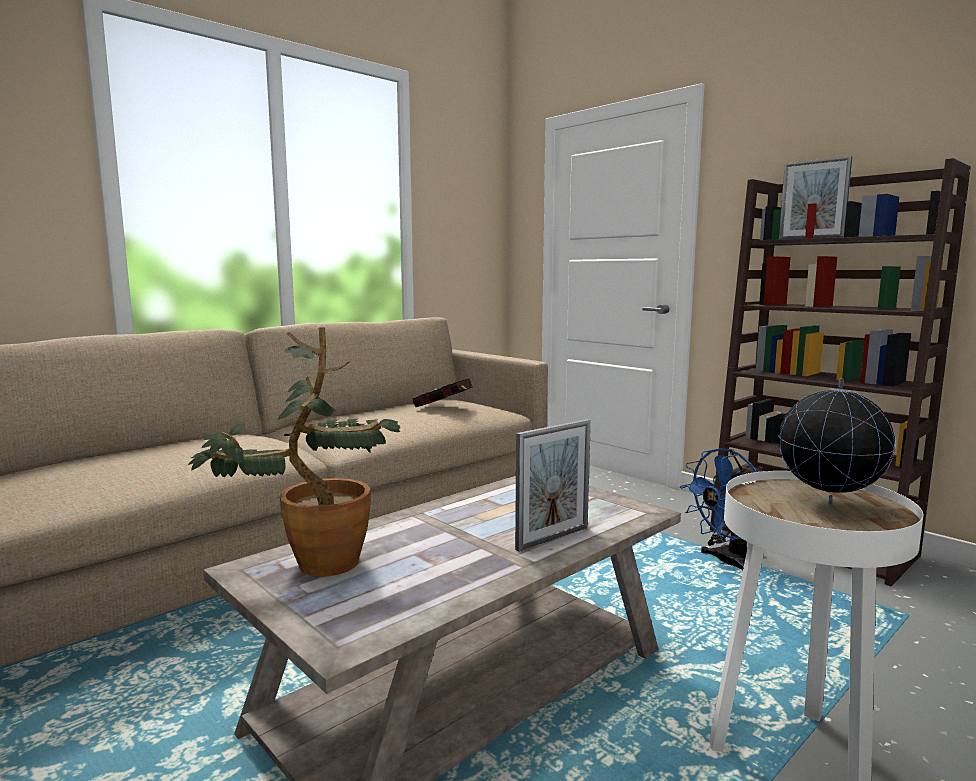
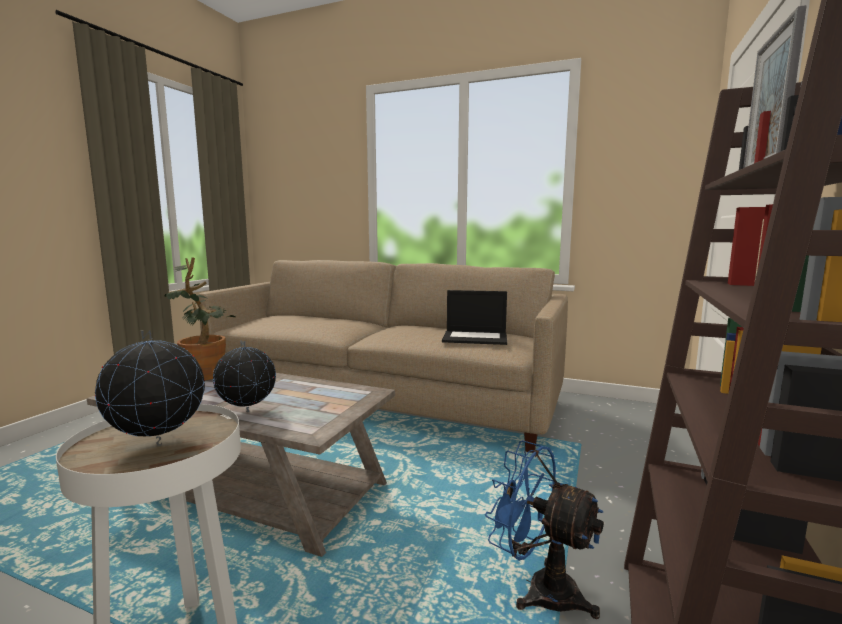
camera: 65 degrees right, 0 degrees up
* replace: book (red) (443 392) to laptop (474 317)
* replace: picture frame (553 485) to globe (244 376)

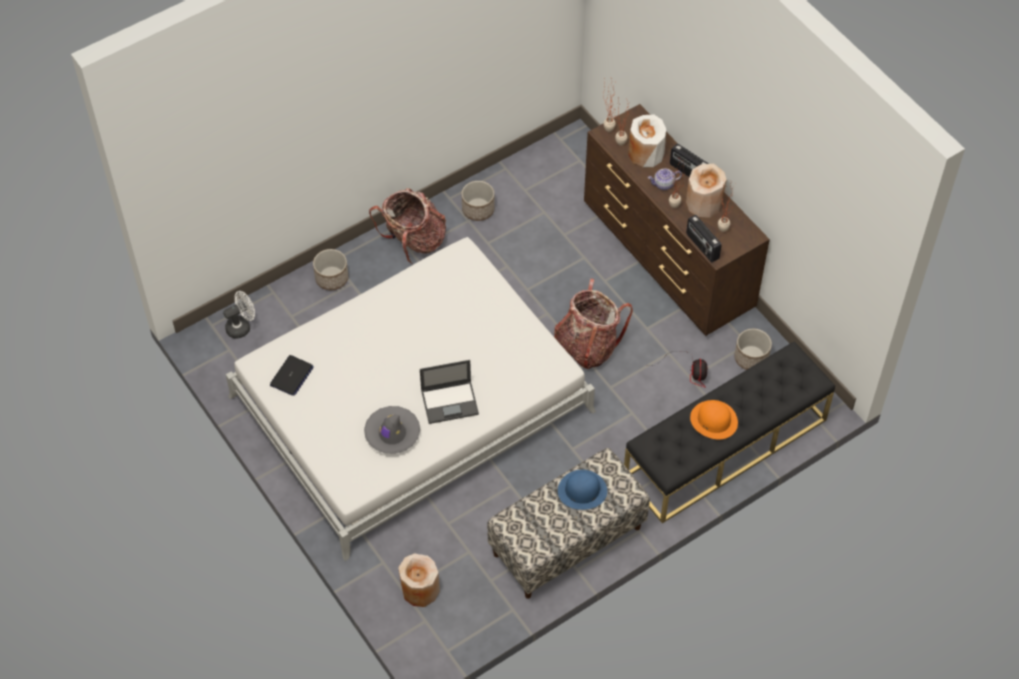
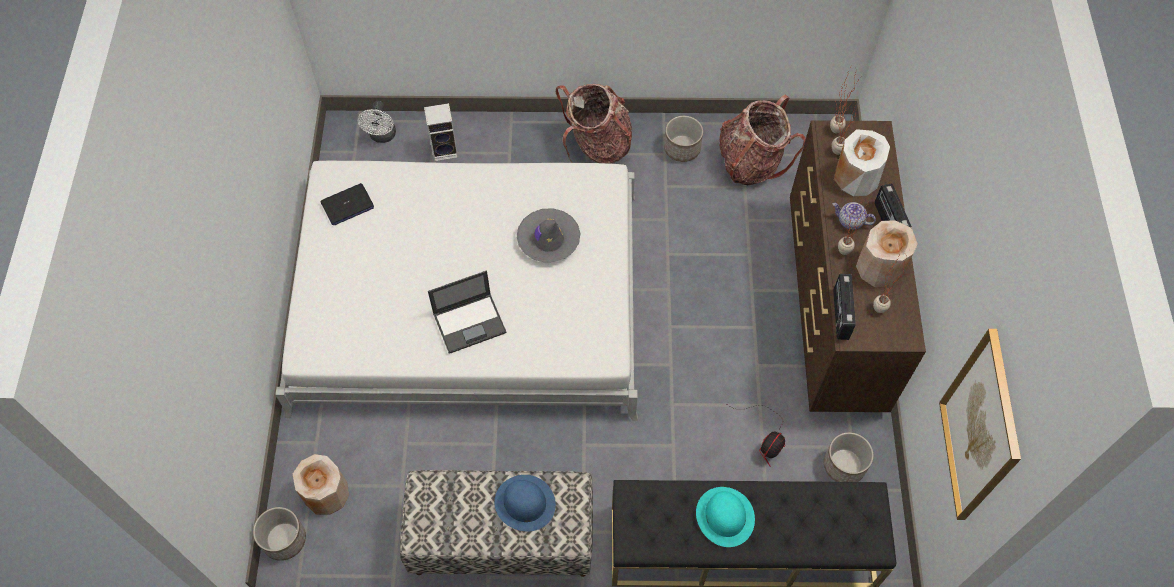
camera: 35 degrees right, 5 degrees up
* insert: speaker (441 132)
* insert: picture (980 424)
* move: planter (330 269) to (279 534)
* move: hat (grey) (392 430) to (548 235)
* move: backpack (593 323) to (762 140)
* recolor: hat (orange) (714 419) to hat (turquoise) (725 517)
* rotate: fan (white) (239 315) = (377 122) 90 degrees clockwise
* rotate: laptop (449 392) = (467 312) 45 degrees counterclockwise

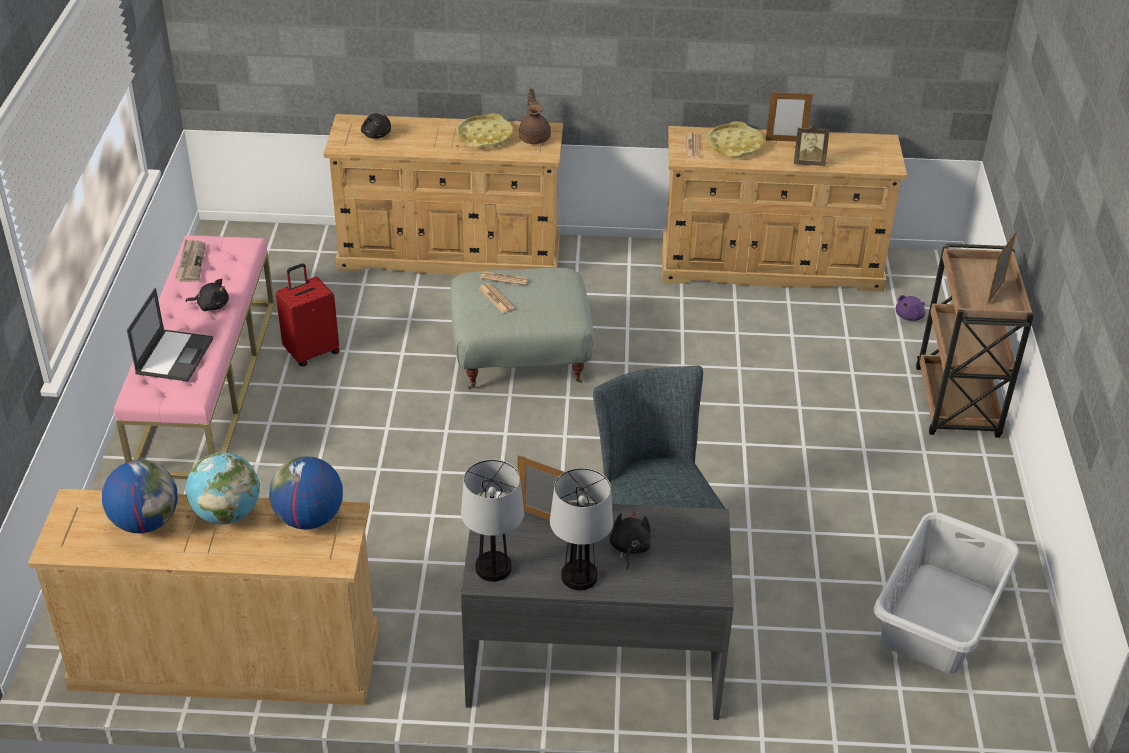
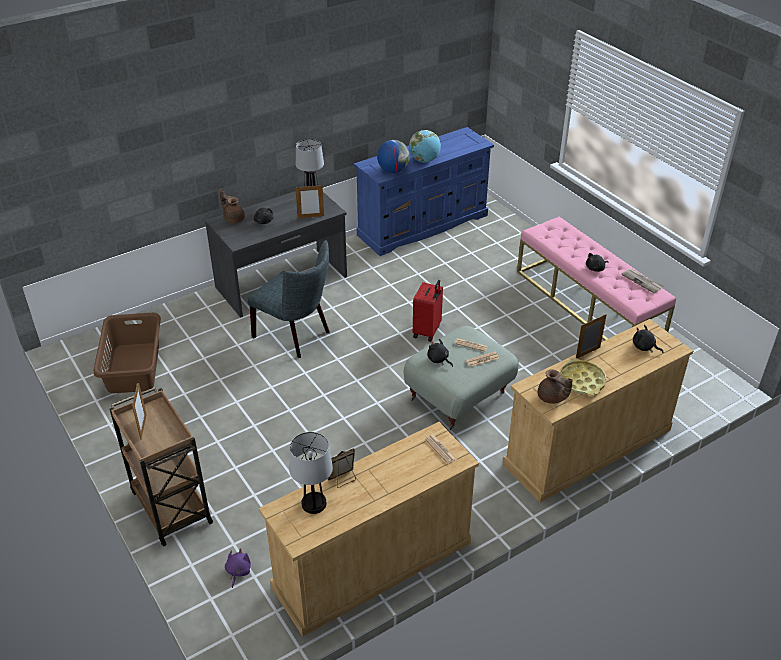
camera: 145 degrees right, 0 degrees up
* delete: globe (140 496)
* delete: laptop (170 335)
* delete: tray (yellow) (735 139)
* insert: teapot (brown) (232 206)
* insert: plush toy (black) (440 353)
* move: suitcase (red) (308 314) to (428 311)
* move: table lamp (581 529) to (311 473)
* move: picture frame (789 116) to (591 336)
* recolor: dresser (beige) (203 597) to dresser (blue) (424 191)
* recolor: laundry basket (grey) (946 592) to laundry basket (brown) (127 353)

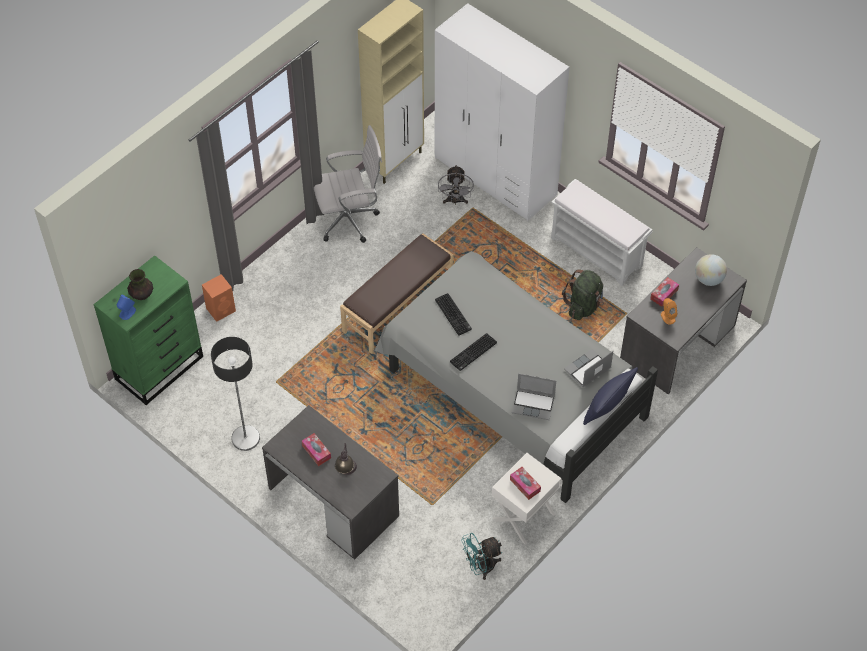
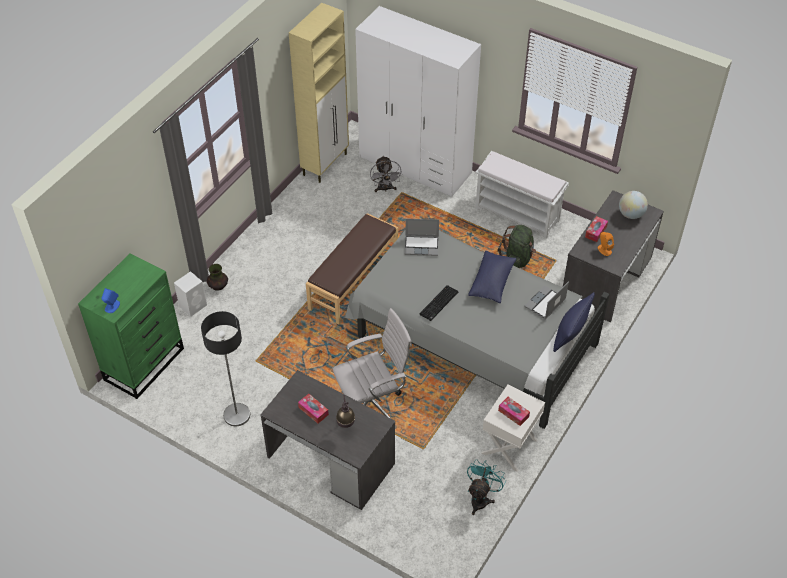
camera: 10 degrees left, 5 degrees down
* delete: keyboard (453 314)
* insert: pillow (blue) (492 277)
* move: vase (140 284) to (217 277)
* move: office chair (white) (348 184) to (372 363)
* move: laptop (534 396) to (422 237)
* recolor: speaker (orange) (219 298) to speaker (white) (190 294)
* rotate: fan (turquoise) (482 556) = (486 487) 150 degrees clockwise

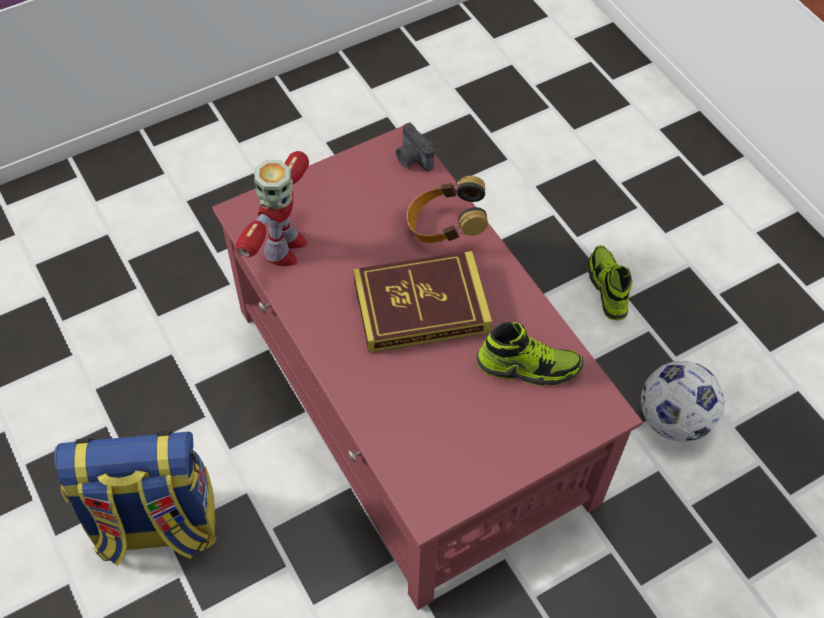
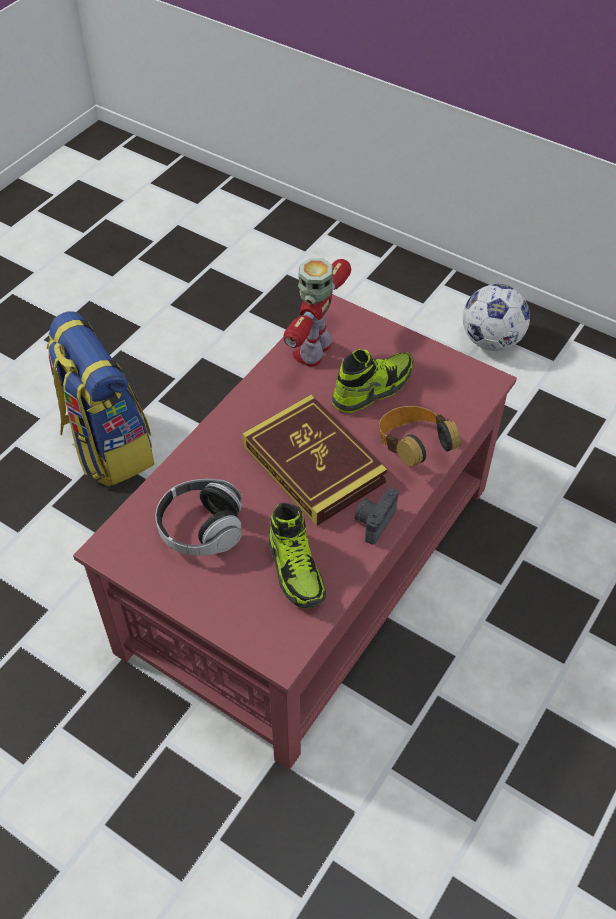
camera: 65 degrees right, 5 degrees down
* insert: headphones (199 517)
* move: photo camera (415 147) to (376 516)
* move: shoe (610 283) to (373 381)
* move: football (682 401) to (496 317)
* rotate: toy robot (272 208) = (317 312) 120 degrees clockwise

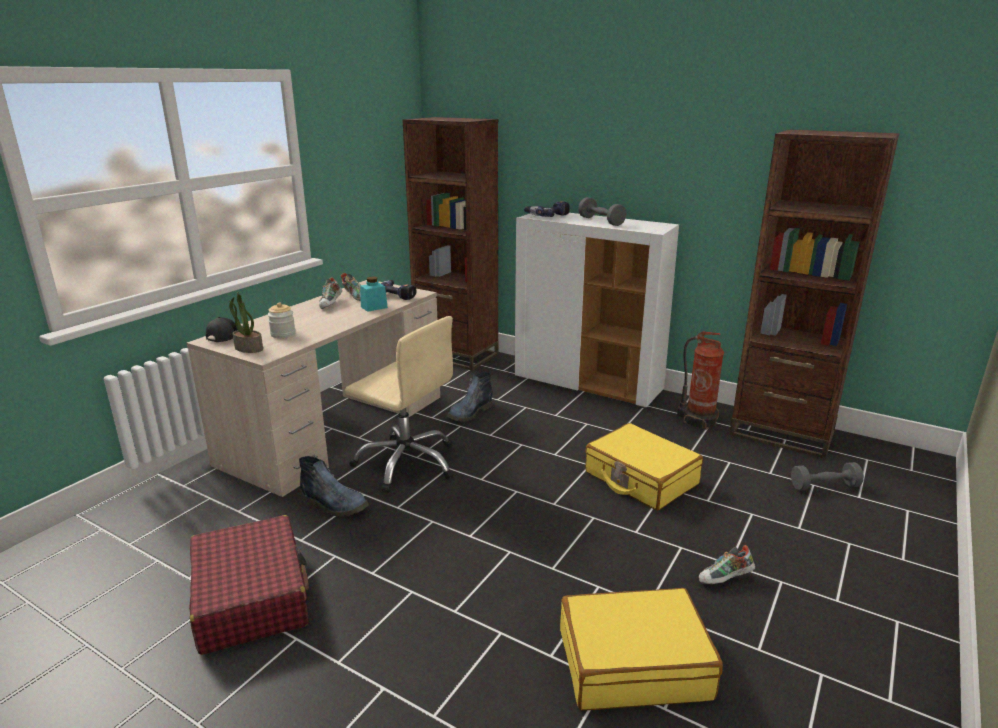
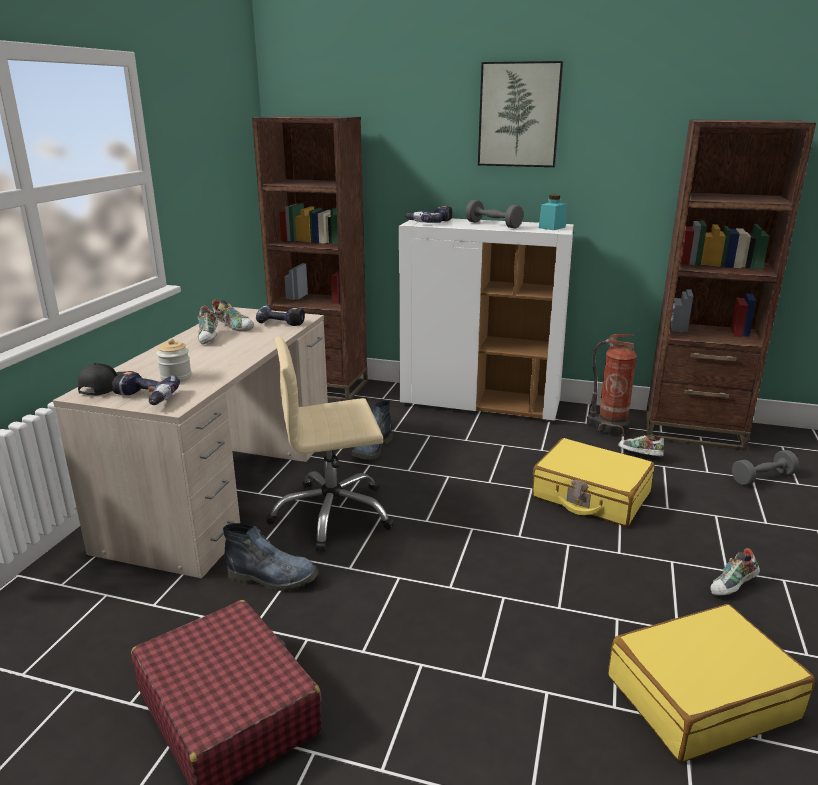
camera: 15 degrees left, 0 degrees up
* insert: picture (520 114)
* insert: shoe (641 445)
* move: jar (turquoise) (374 294) to (553 212)
* replace: potted plant (246 322) to power drill (146 388)
* rotate: office chair (beige) (399 404) = (330 444) 150 degrees clockwise

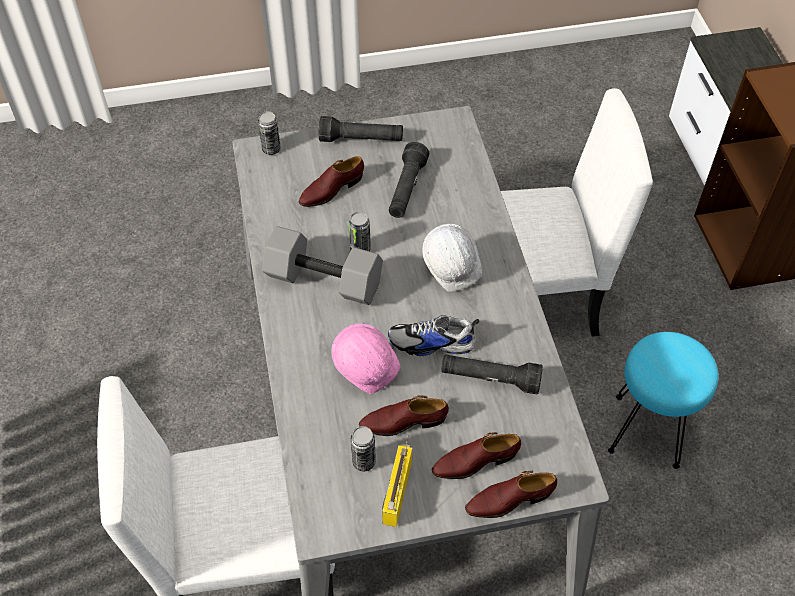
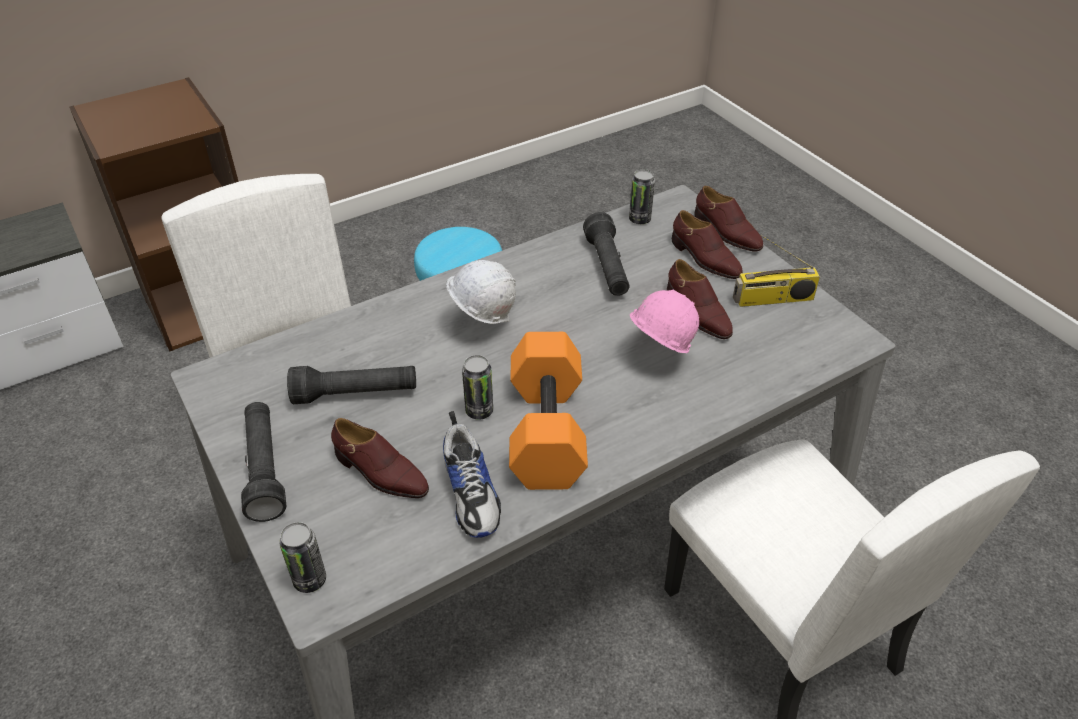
camera: 110 degrees left, 10 degrees down
* move: can (363 448) to (642 196)
* move: shoe (433 335) to (472 474)
* recolor: dumbbell (grey) (322 265) to dumbbell (orange) (548 411)

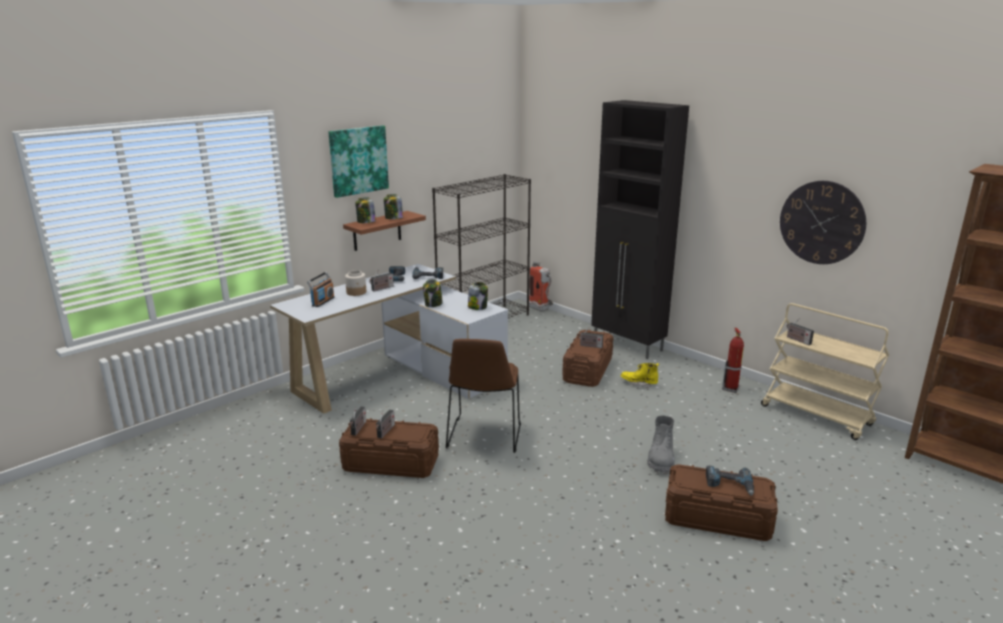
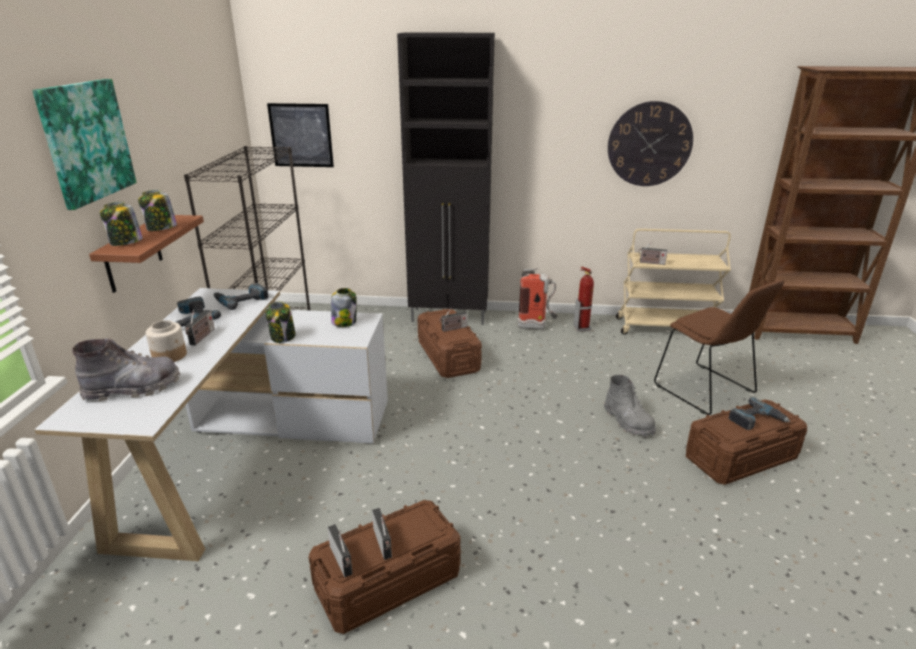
camera: 40 degrees left, 5 degrees up
* delete: boot (yellow) (640 375)
* insert: picture (300 135)
* move: chair (brown) (483 396) to (719 347)
* move: fire extinguisher (541 286) to (538 299)
* replace: radio (321 289) to boot (grey) (126 370)

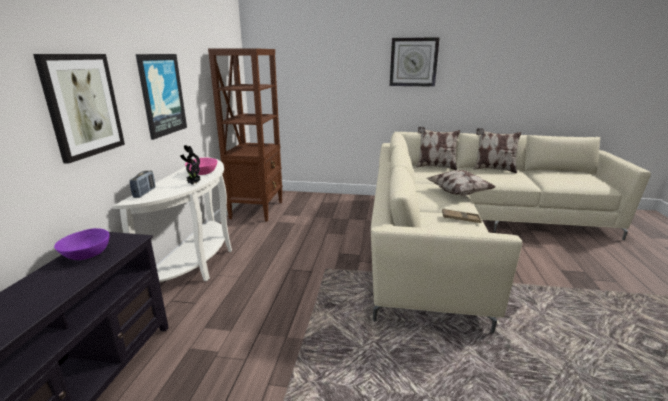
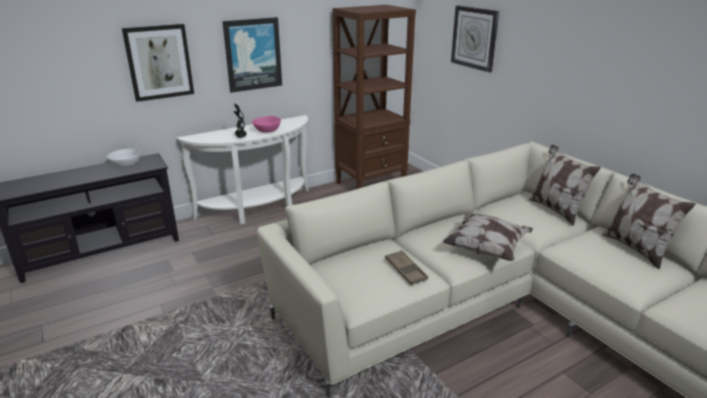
camera: 50 degrees right, 5 degrees up
* delete: radio (142 184)
* move: wall clock (415 62) to (475 39)
* recolor: bowl (purple) (81 244) to bowl (white) (123 158)

